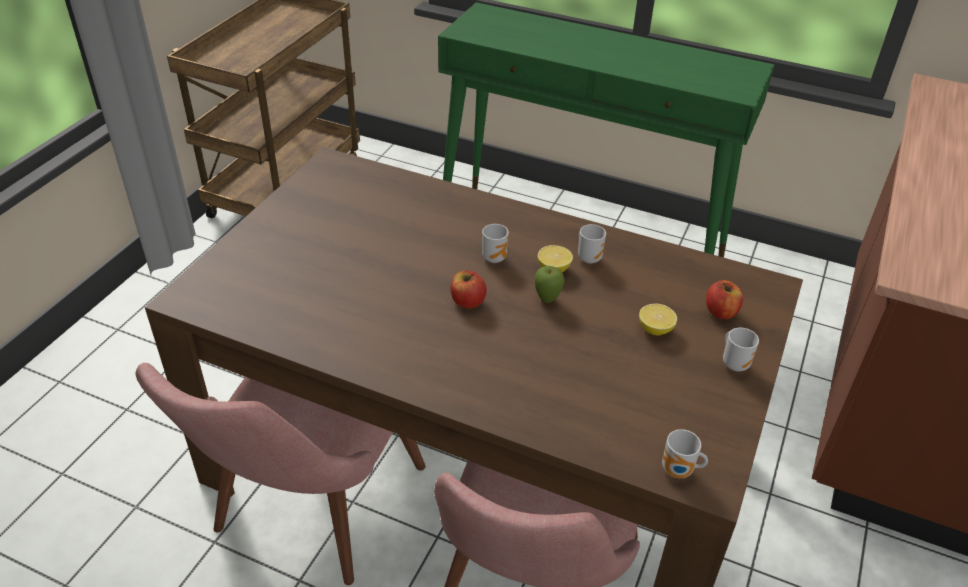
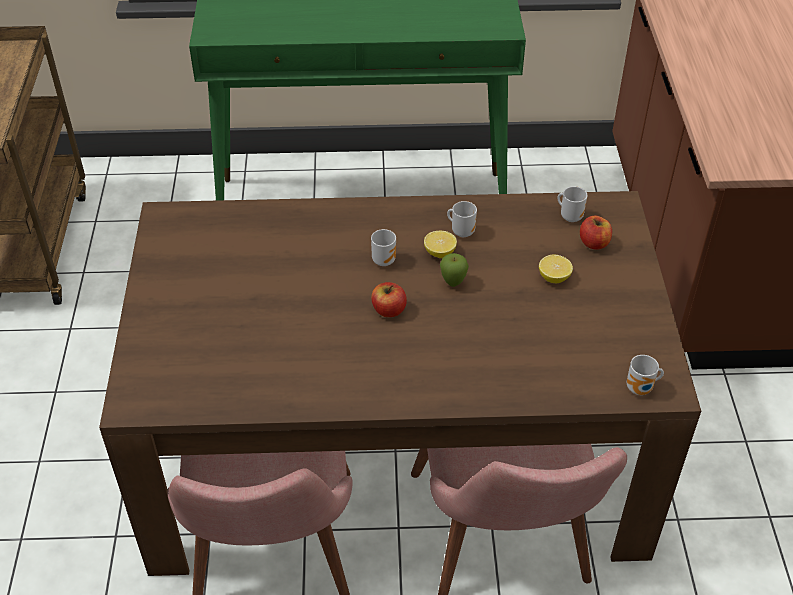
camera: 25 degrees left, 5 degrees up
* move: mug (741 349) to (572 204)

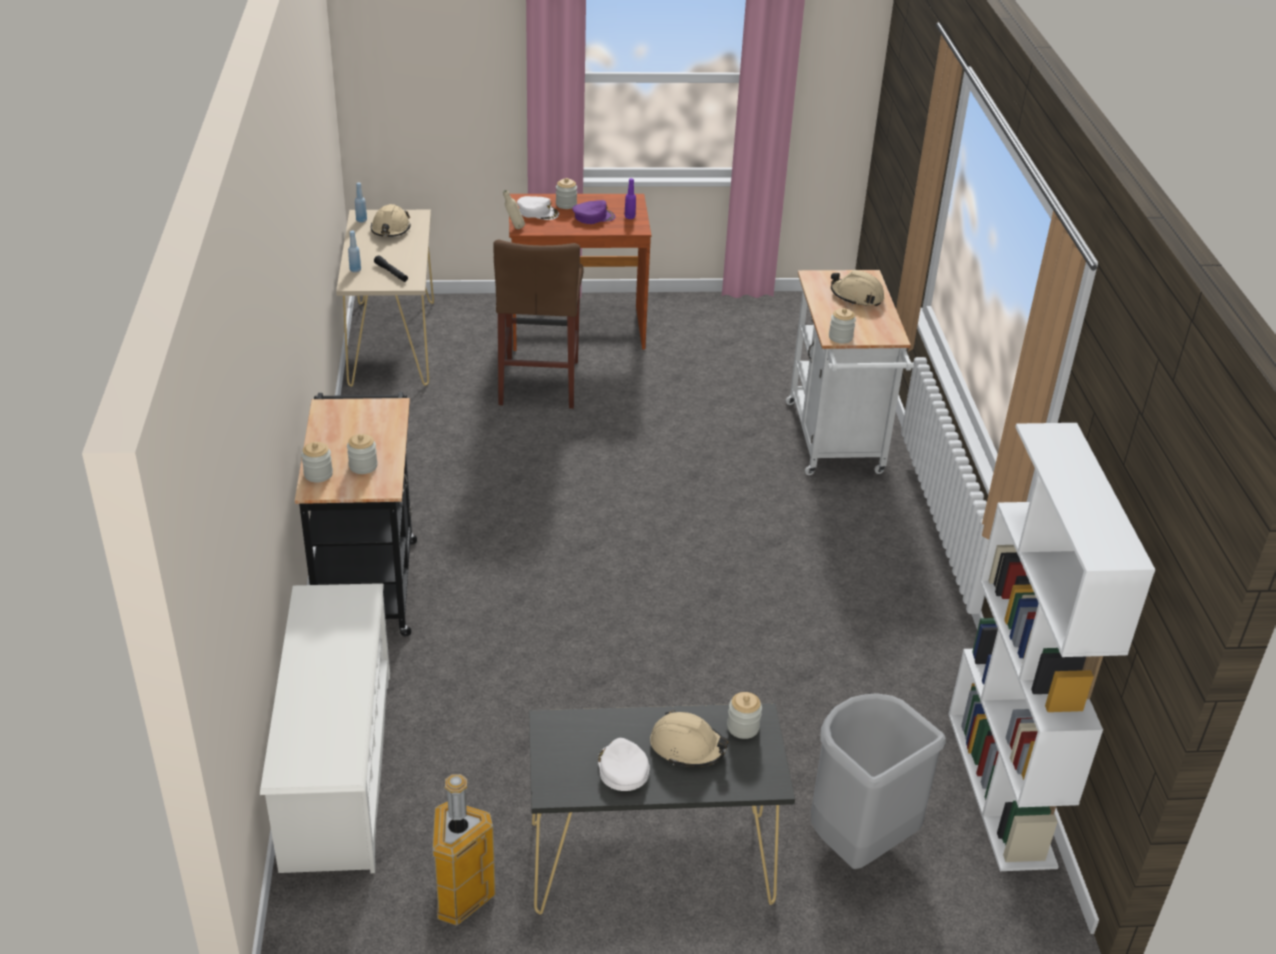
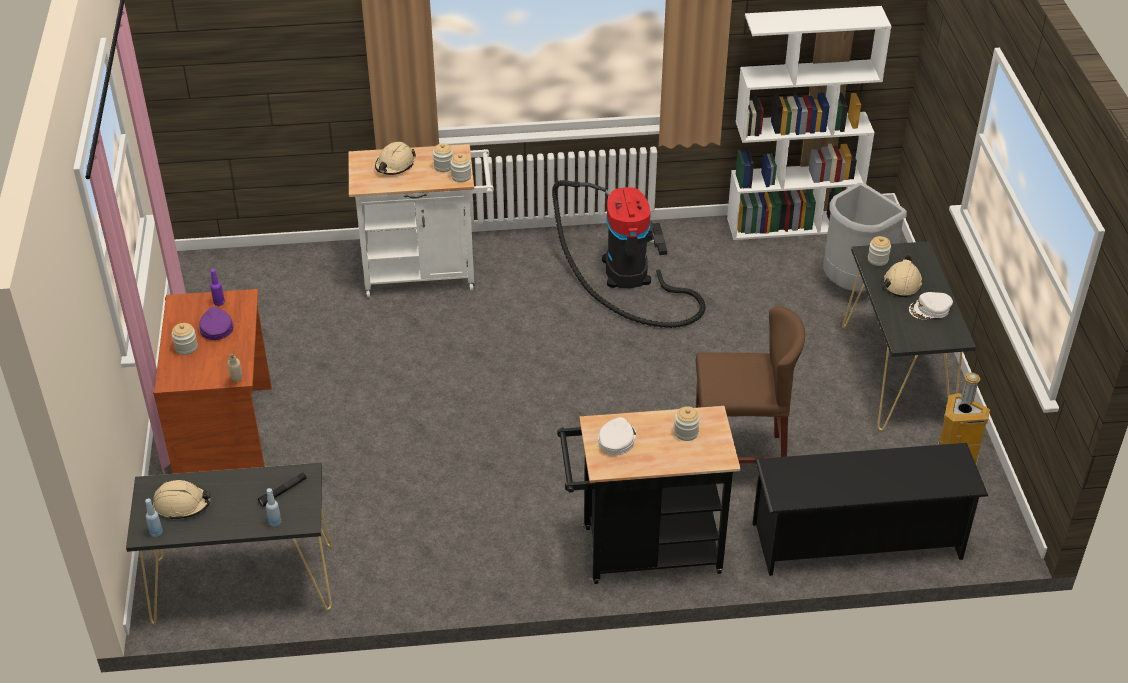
camera: 90 degrees left, 5 degrees up
* insert: vacuum cleaner (628 254)
* move: jar (317 462) to (443 157)
* move: stool (brown) (538 324) to (750 384)
* move: cap (white) (538 208) to (617 435)
* recolor: shoe rack (white) (325 728) to shoe rack (black) (870 509)
* recolor: console table (beige) (385 298) to console table (black) (229 544)

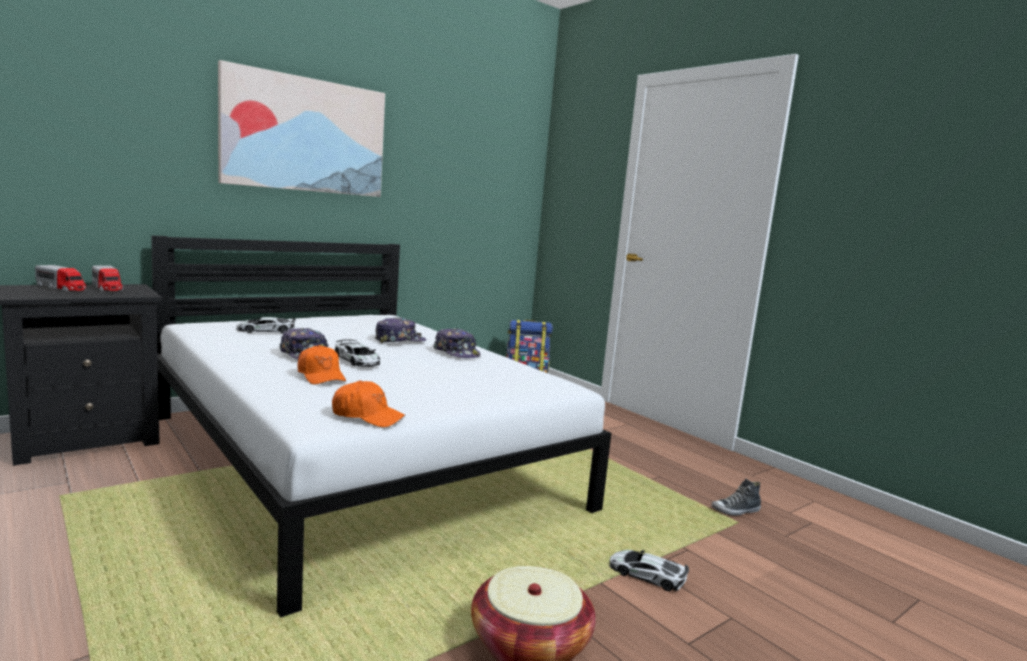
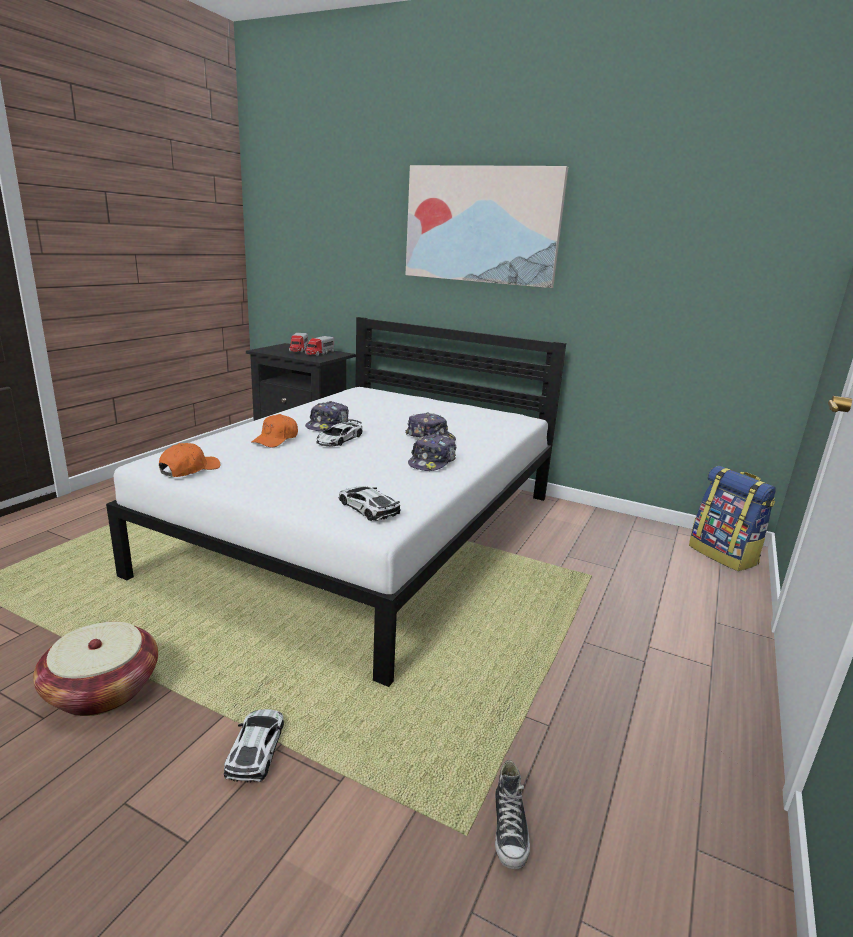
camera: 65 degrees right, 10 degrees up
* move: toy car (266 325) to (369 503)
* rotate: cap (orange) (368 403) = (189 460) 135 degrees counterclockwise
* rotate: shoe (736 497) = (512 814) 135 degrees counterclockwise

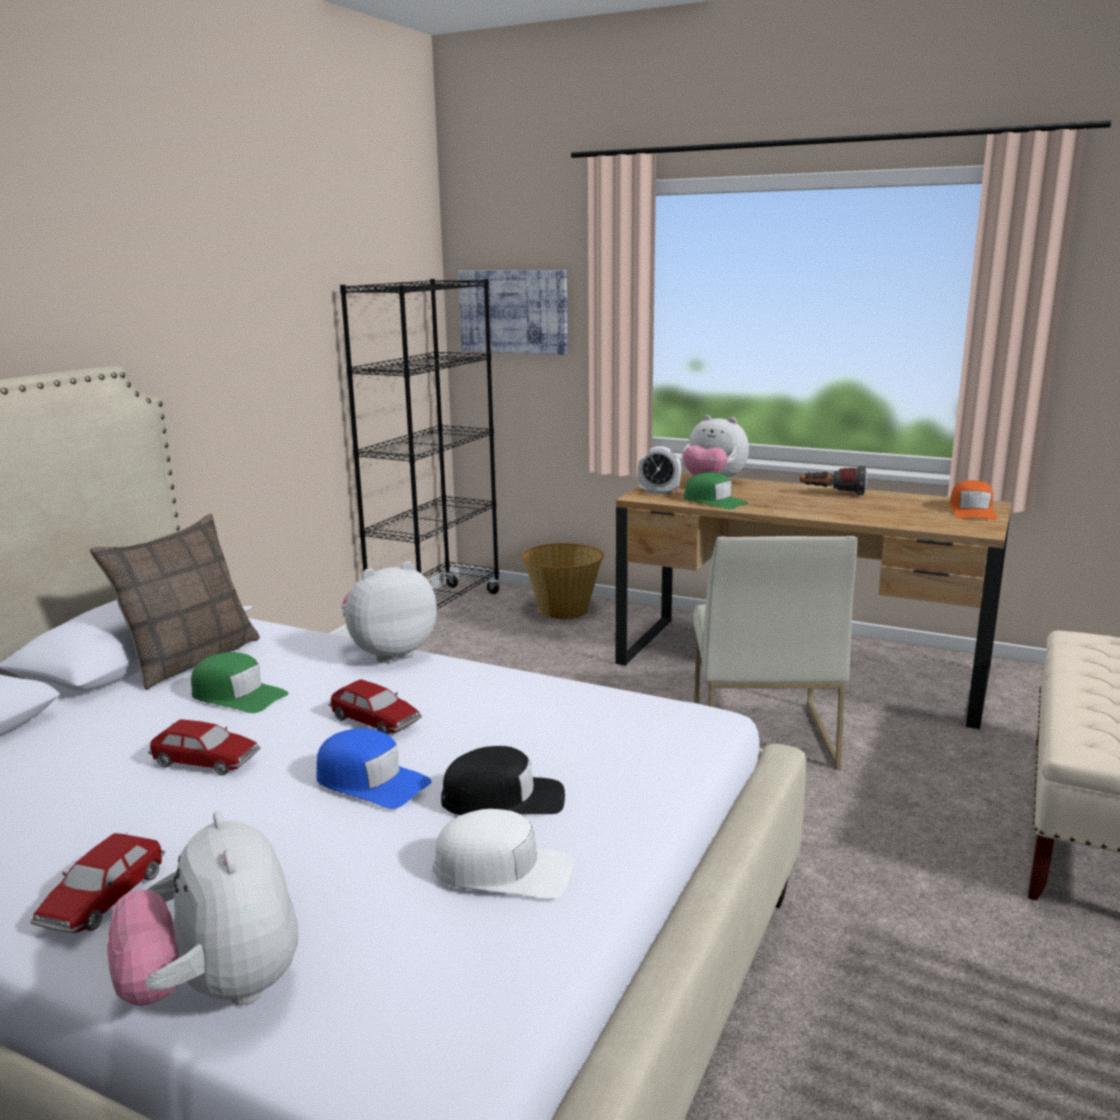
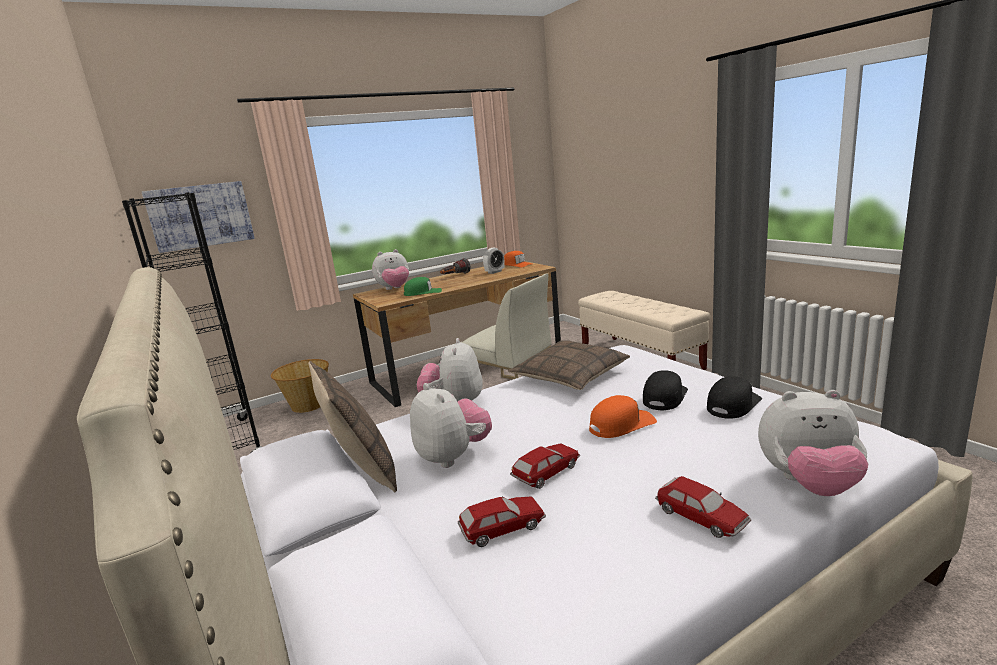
camera: 55 degrees left, 0 degrees up
* insert: pillow (569 365)
* move: toy car (375 707) to (502 521)
* move: alarm clock (659 470) to (494 261)
* replace: cap (green) (240 682) to plush toy (451 425)
* recolor: cap (blue) (374 768) to cap (orange) (623 416)
* recolor: cap (white) (503 854) to cap (black) (734 397)

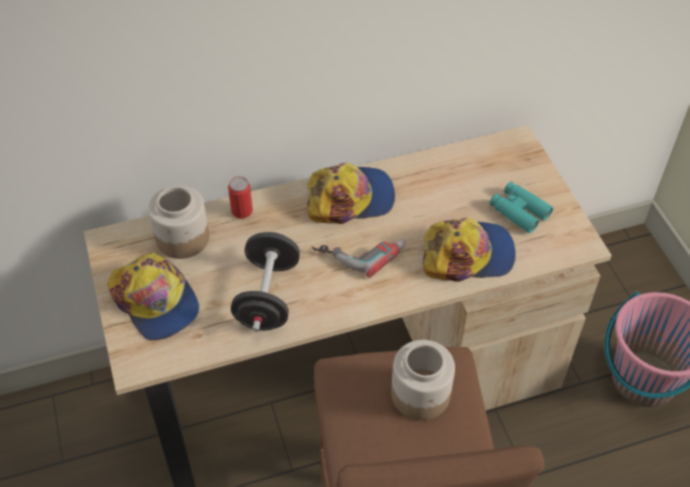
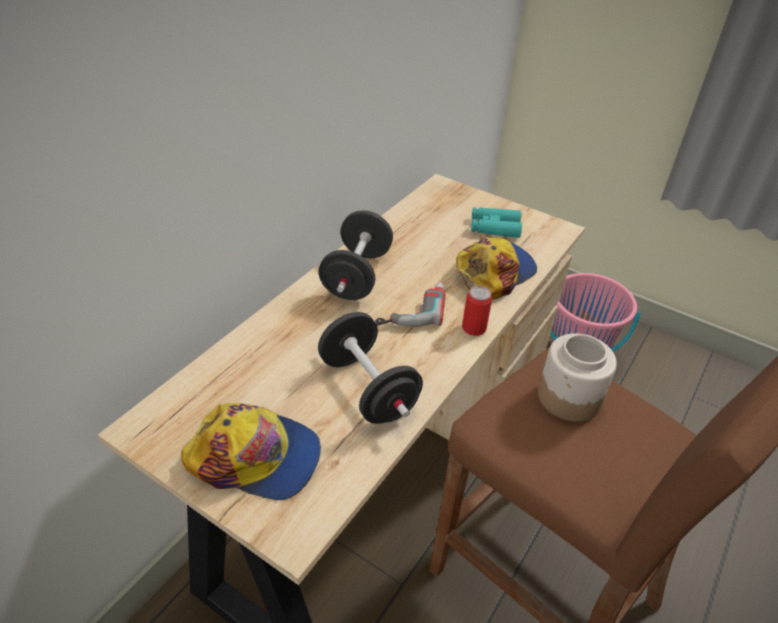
camera: 40 degrees left, 10 degrees down
* delete: jar (178 222)
* move: can (240 197) to (477 311)
* replace: cap (351 193) to dumbbell (black) (356 255)

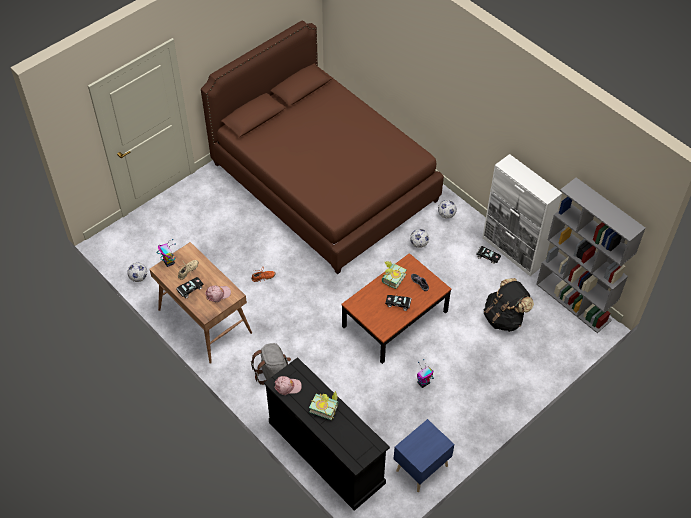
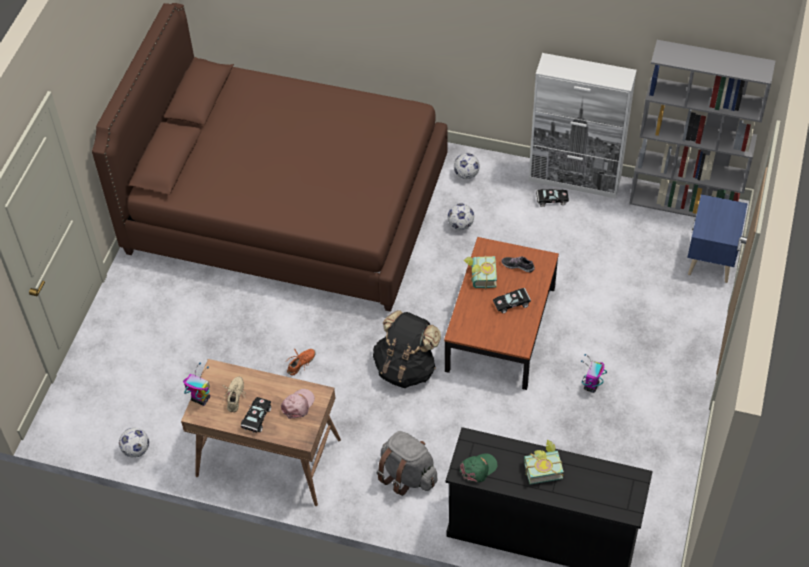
camera: 30 degrees left, 0 degrees up
* move: nightstand (blue) (424 455) to (717 238)
* move: backpack (black) (509 305) to (407 349)
* recolor: cap (pink) (288 385) to cap (green) (479 467)

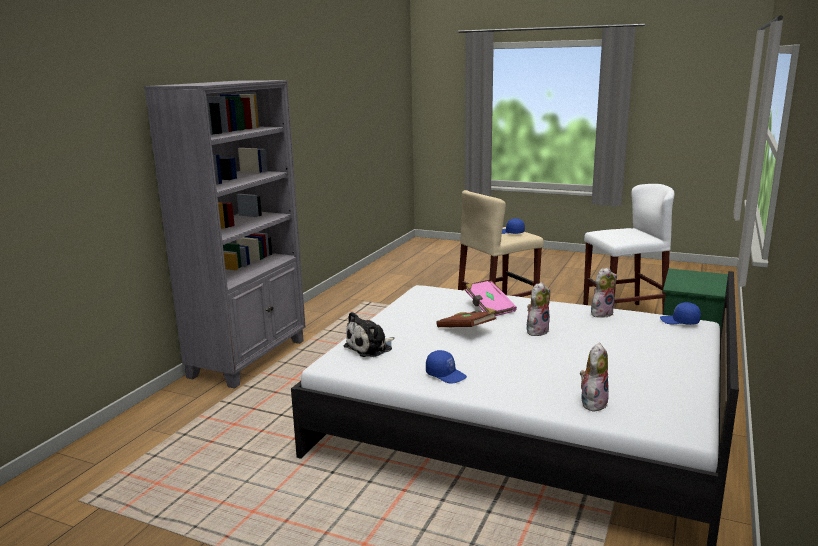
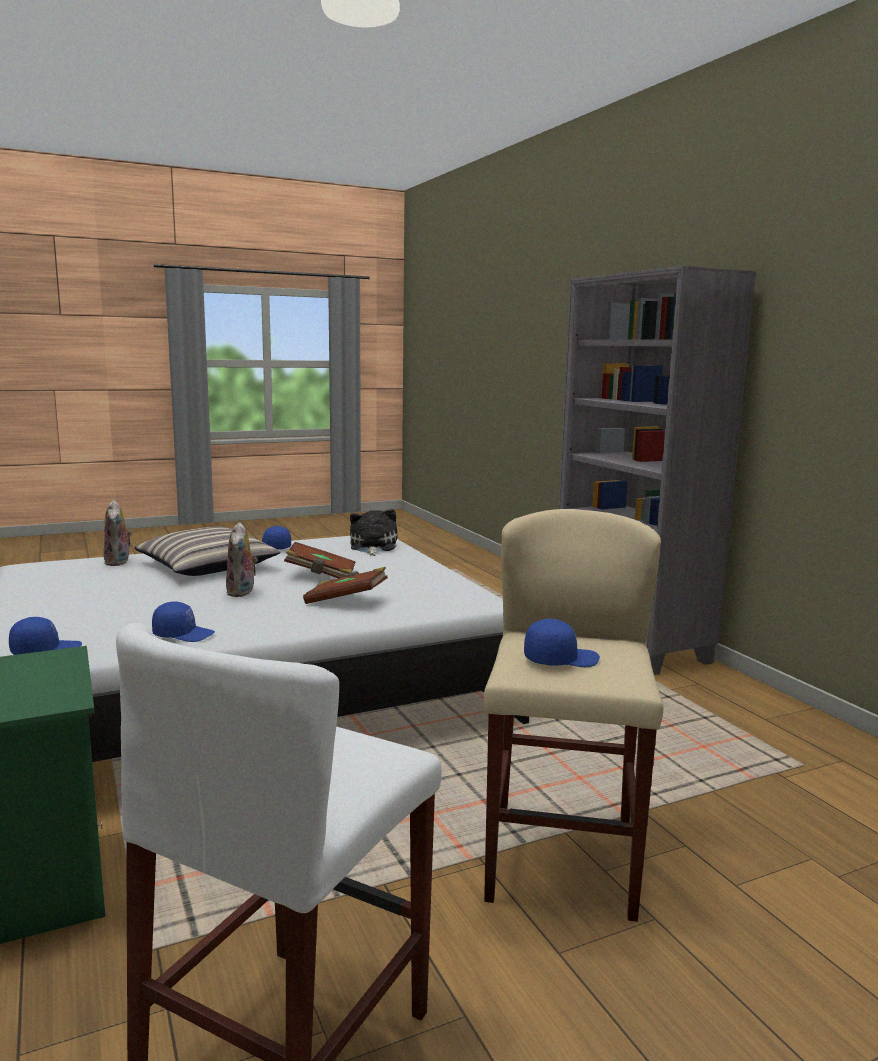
camera: 130 degrees right, 5 degrees down
* insert: pillow (207 551)
* replace: plush toy (604 292) to cap (blue) (183 621)
* recolor: book (pink) (491 298) to book (brown) (345 585)

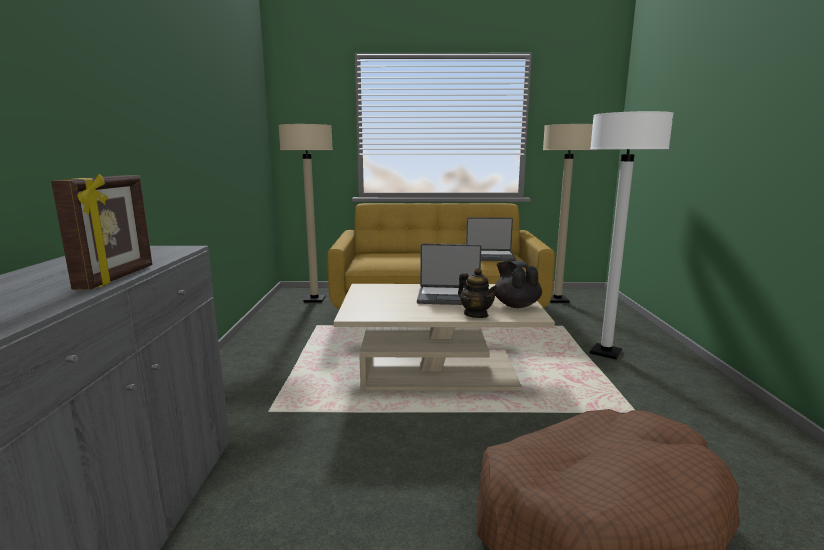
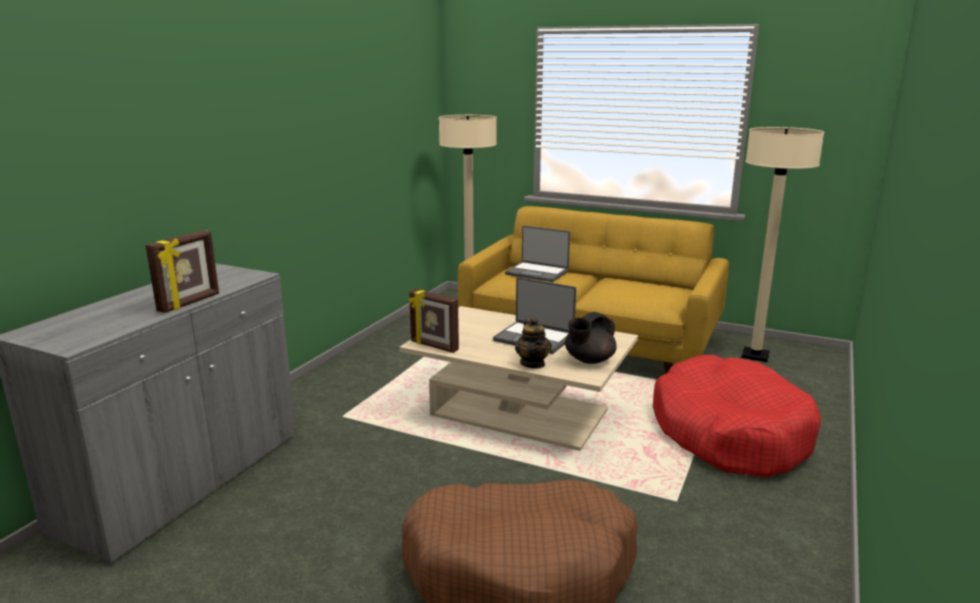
camera: 25 degrees right, 5 degrees up
* insert: picture frame (433 321)
* move: laptop (491 239) to (537 254)
* replace: floor lamp (white) (632 235) to dog bed (red) (737 416)
* rotate: teapot (black) (518 284) = (591 338) 135 degrees counterclockwise

